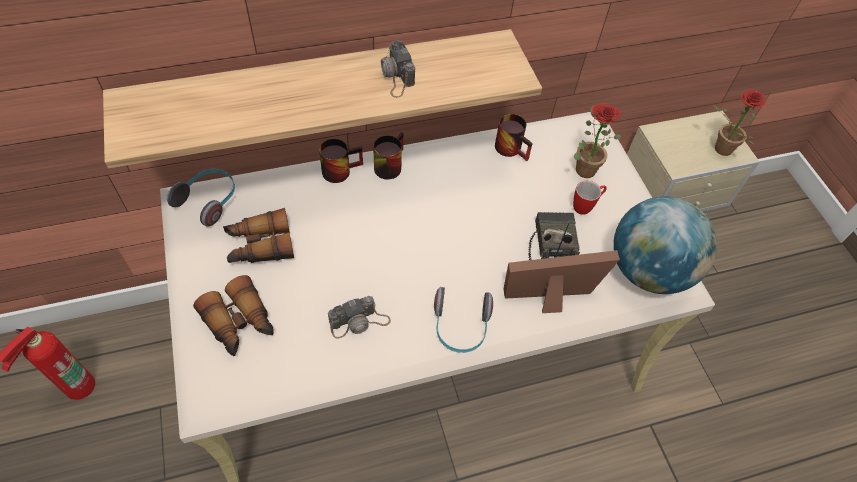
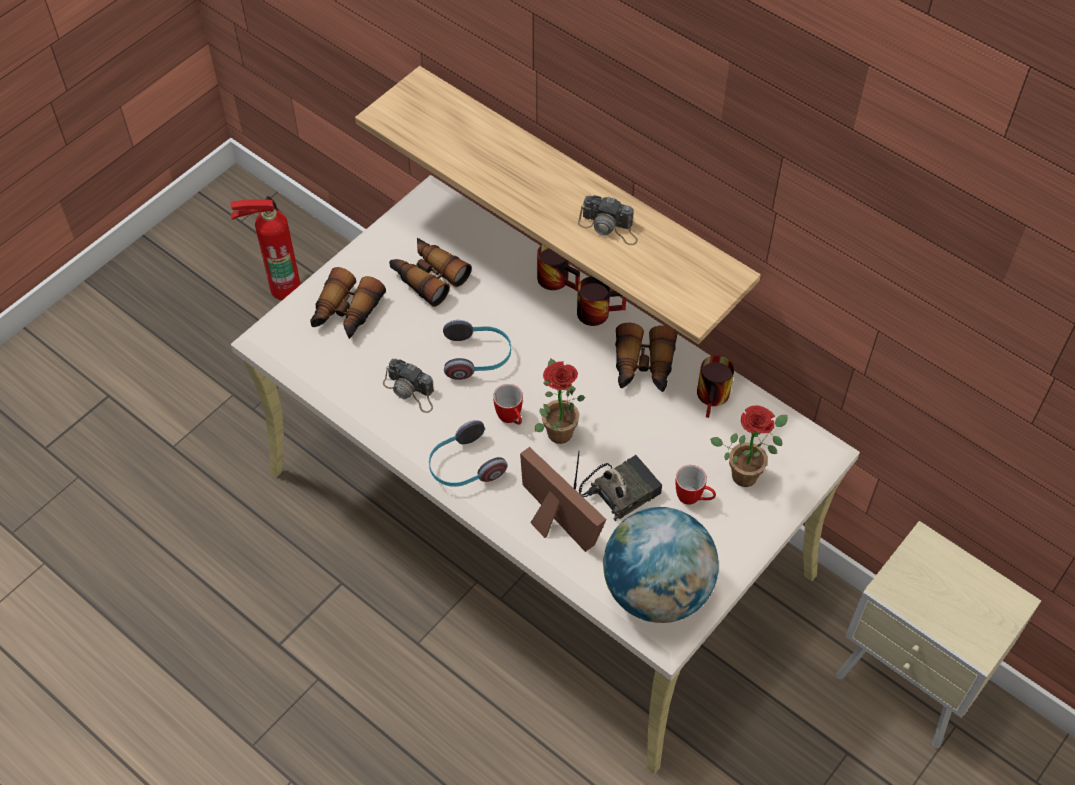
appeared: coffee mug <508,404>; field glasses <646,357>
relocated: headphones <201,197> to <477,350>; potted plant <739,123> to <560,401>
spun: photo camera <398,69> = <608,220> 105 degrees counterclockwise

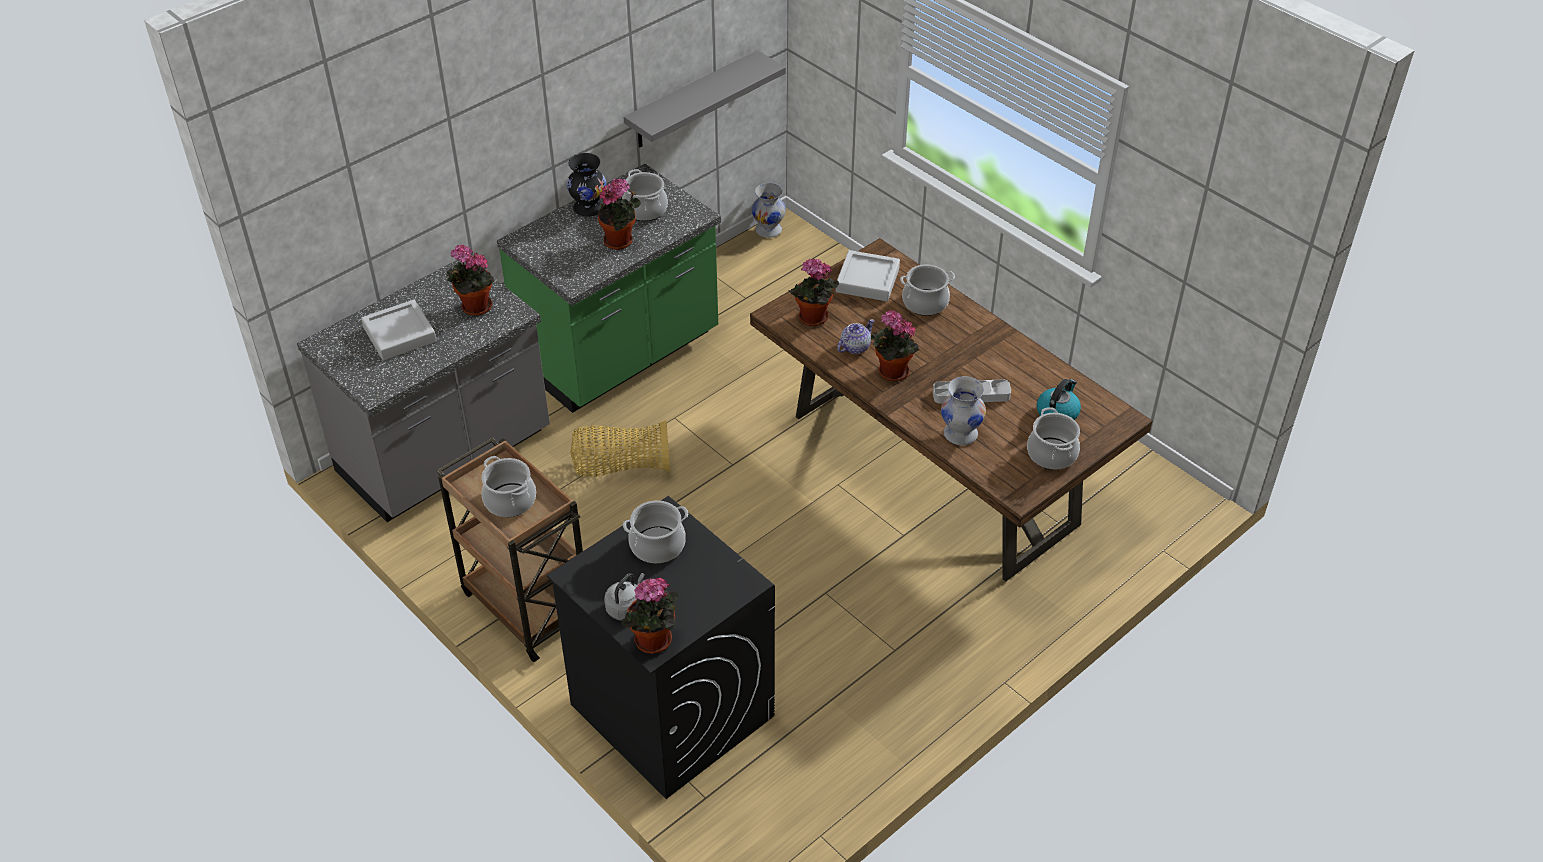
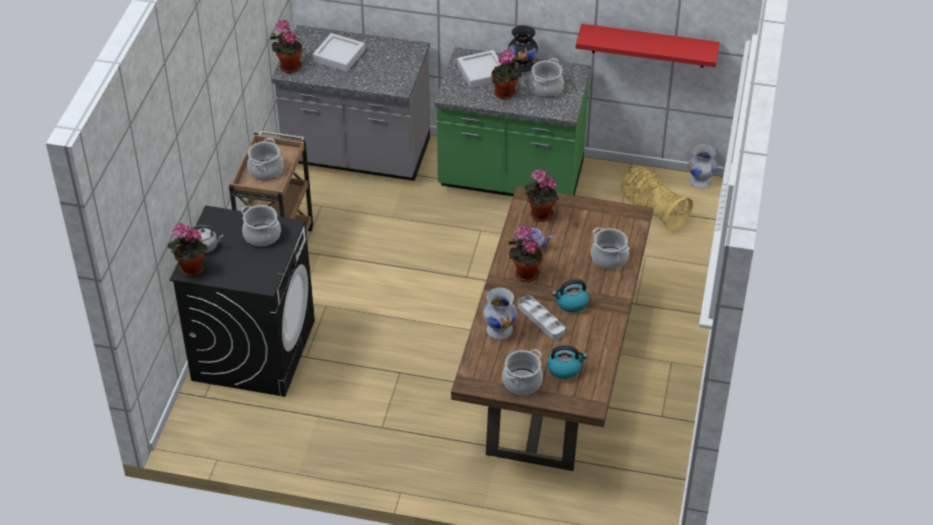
appeared: tea kettle <570,295>
relocated: potted plant <470,280> to <286,46>; household basket <620,448> to <657,198>; serving tray/grey <868,275> to <479,69>
colour: bracket shelf/grey <705,99> to bracket shelf/red <648,46>

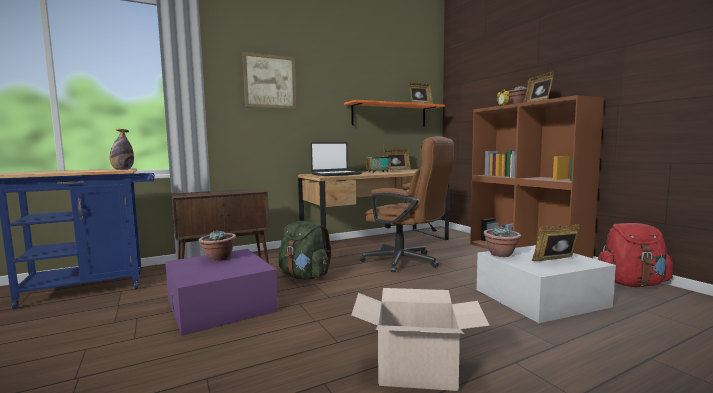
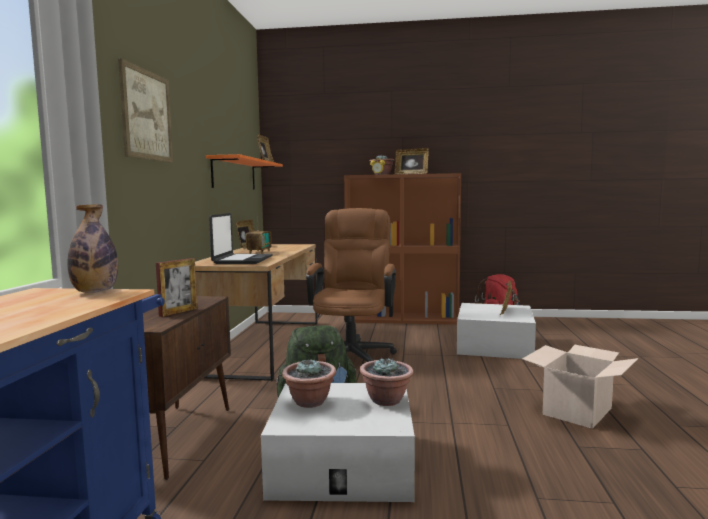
appeared: standing frame <176,287>
relocated: potted plant <502,242> to <387,381>
colour: storage box/purple <221,292> to storage box/white-coloured <338,442>
spun: desk chair/brown <407,204> = <351,285> 60 degrees counterclockwise

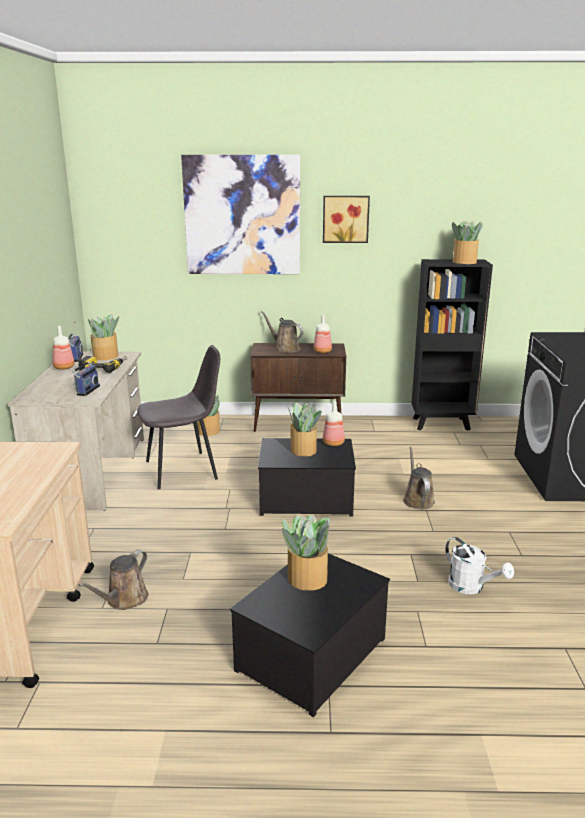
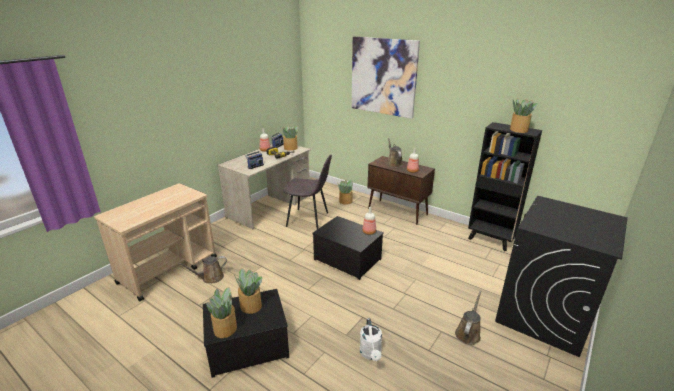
missing: picture <346,219>
relocated: potted plant <305,429> to <221,312>; sprinkling can/brown <419,477> to <468,318>

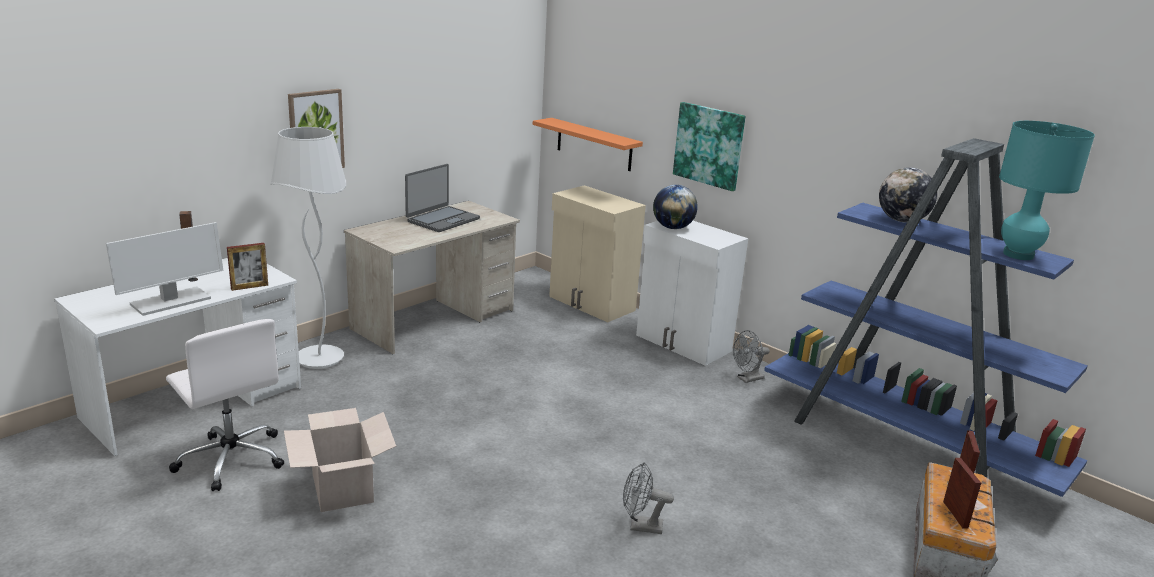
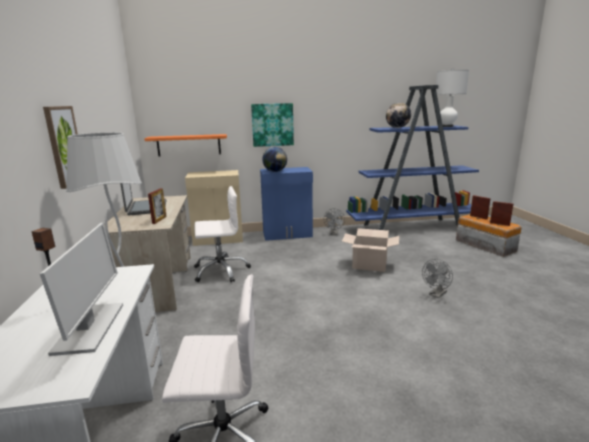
appeared: desk chair/white-coloured <222,234>
relocated: standing frame <247,267> to <157,206>; carton <340,460> to <370,250>
colour: storage cabinet/white-coloured <692,293> to storage cabinet/blue-coloured <286,204>; table lamp/turquoise <1047,190> to table lamp/white-coloured <452,98>

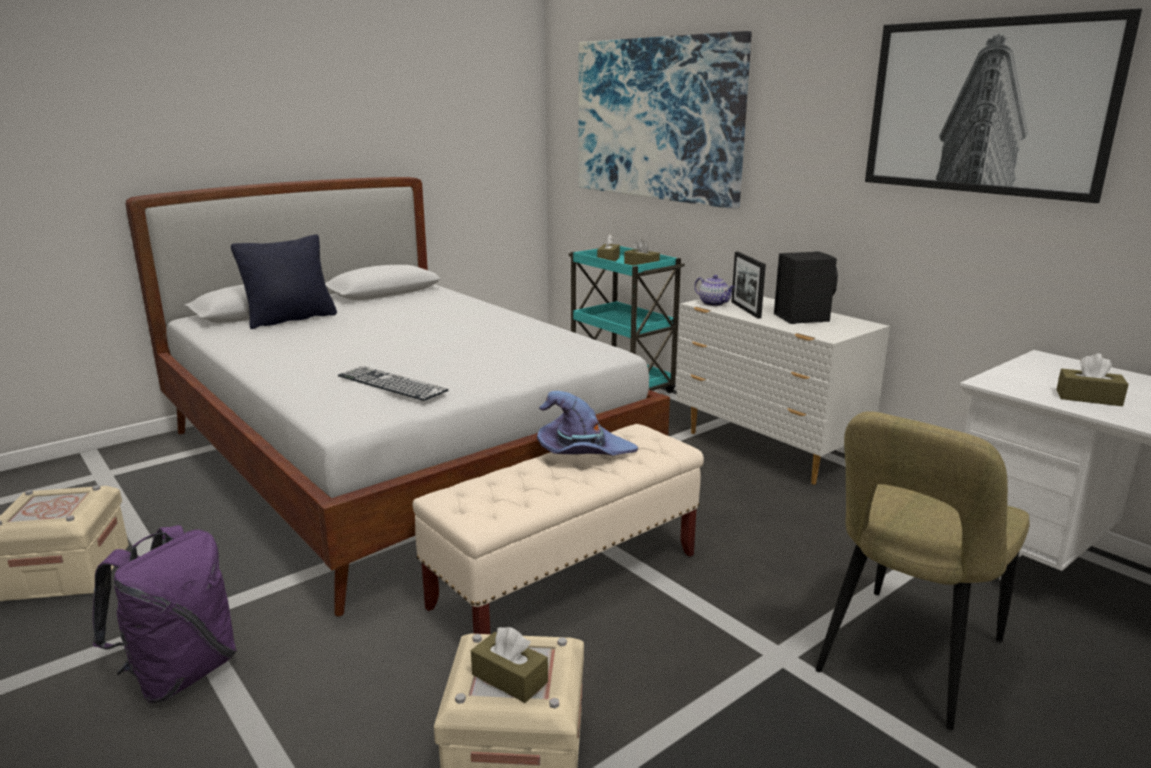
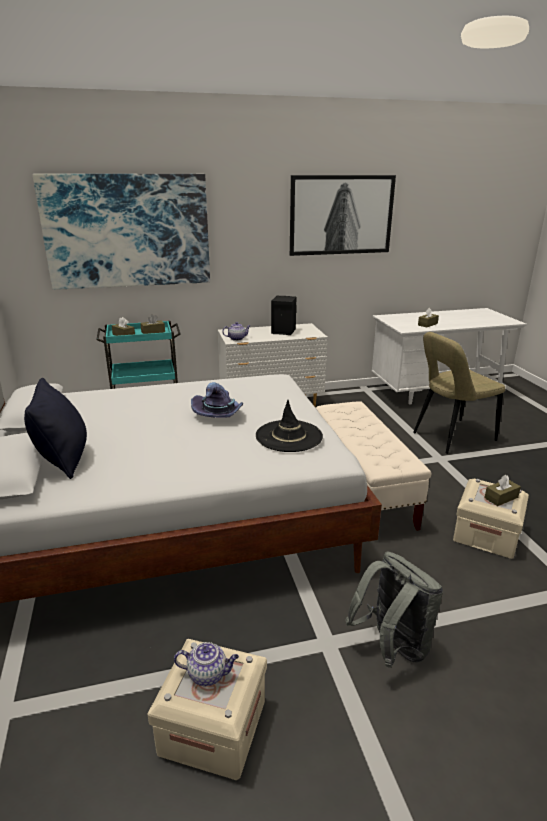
missing: standing frame <748,285>
appeared: tea pot <206,664>
relocated: hat/purple <587,423> to <217,400>
exchanged: PC keyboard <393,383> to hat/black-coloured <289,426>
colour: knapsack/purple <164,614> to knapsack/grey <394,610>
spun: upright chair/beige <922,570> = <459,393> 90 degrees clockwise

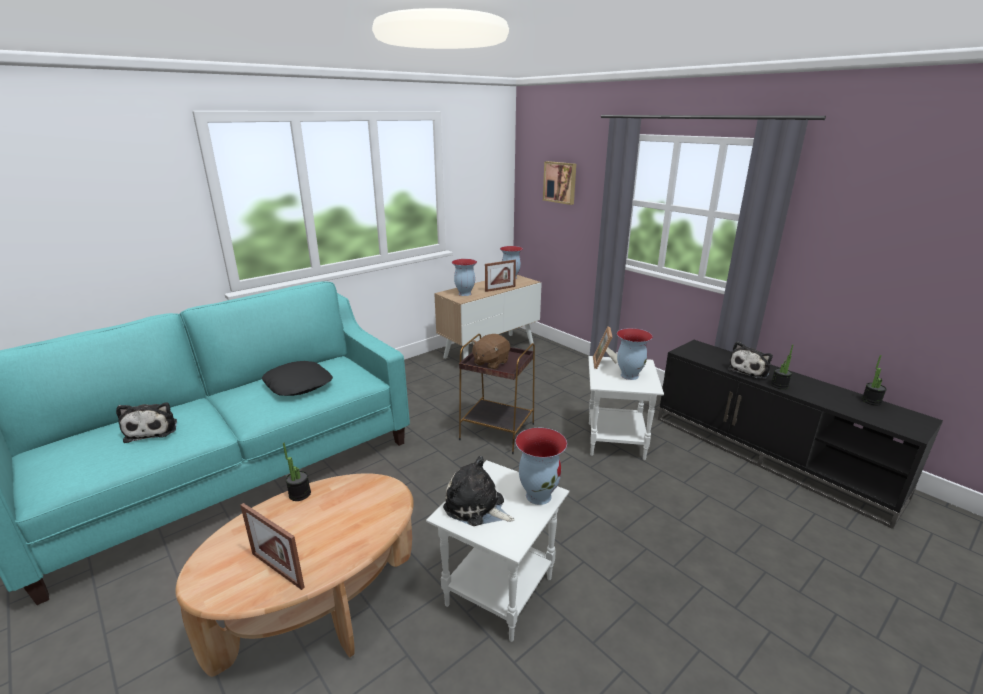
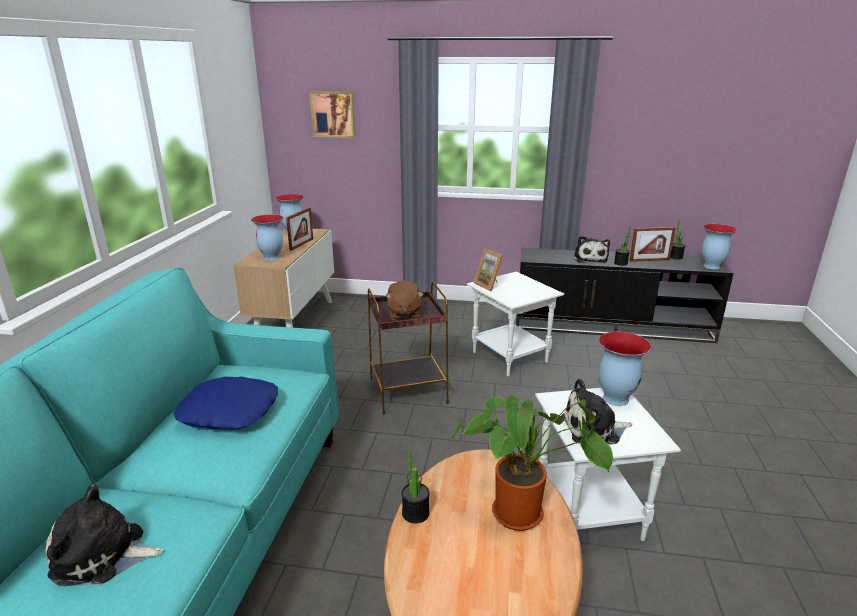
appeared: potted plant <532,461>
relocated: standing frame <272,546> to <653,244>; flower vase <635,354> to <719,246>
colour: pillow/black-coloured <297,378> to pillow/blue-coloured <226,403>
spun: cuddly toy <146,422> = <104,535> 150 degrees clockwise

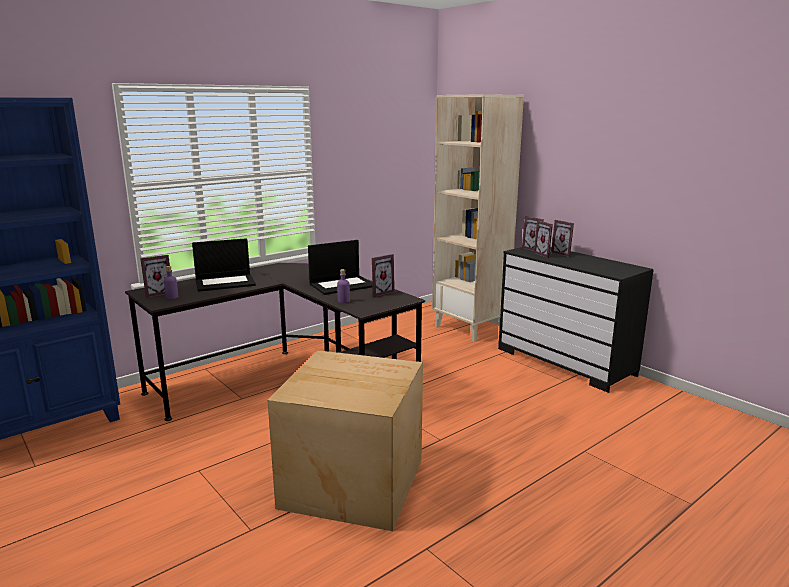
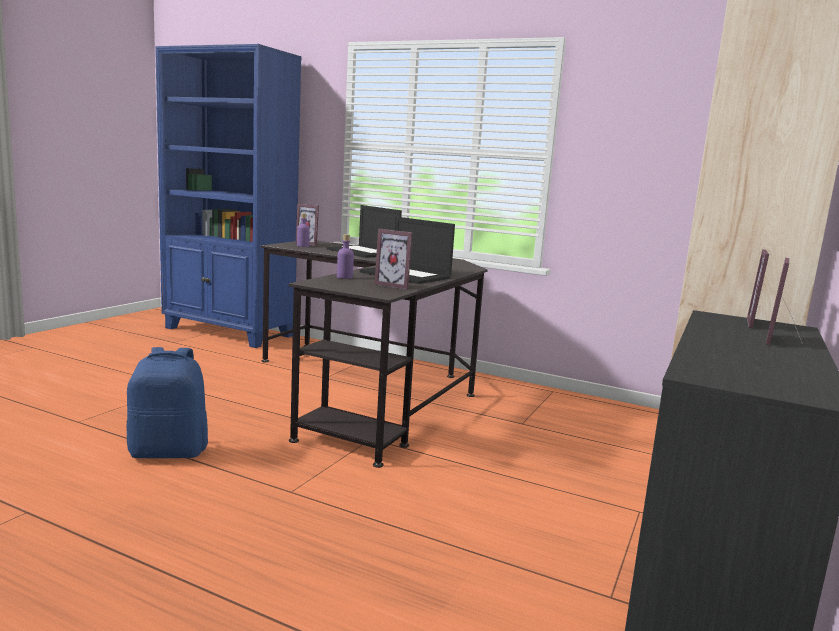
missing: standing frame <543,239>
exchanged: carton <345,440> to knapsack/blue-coloured <167,402>

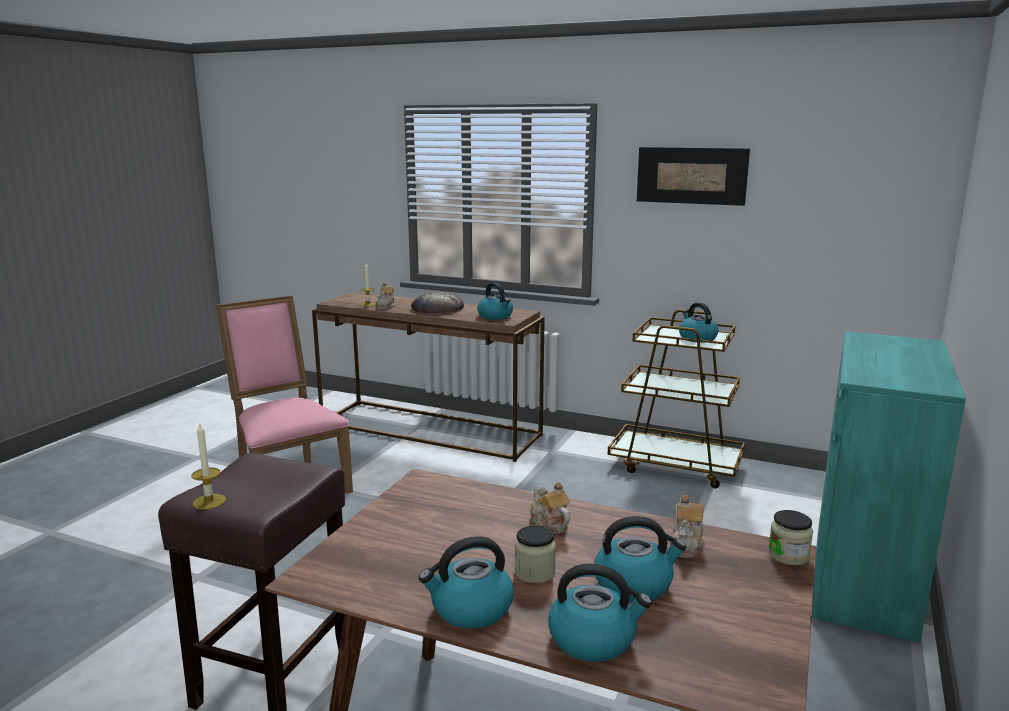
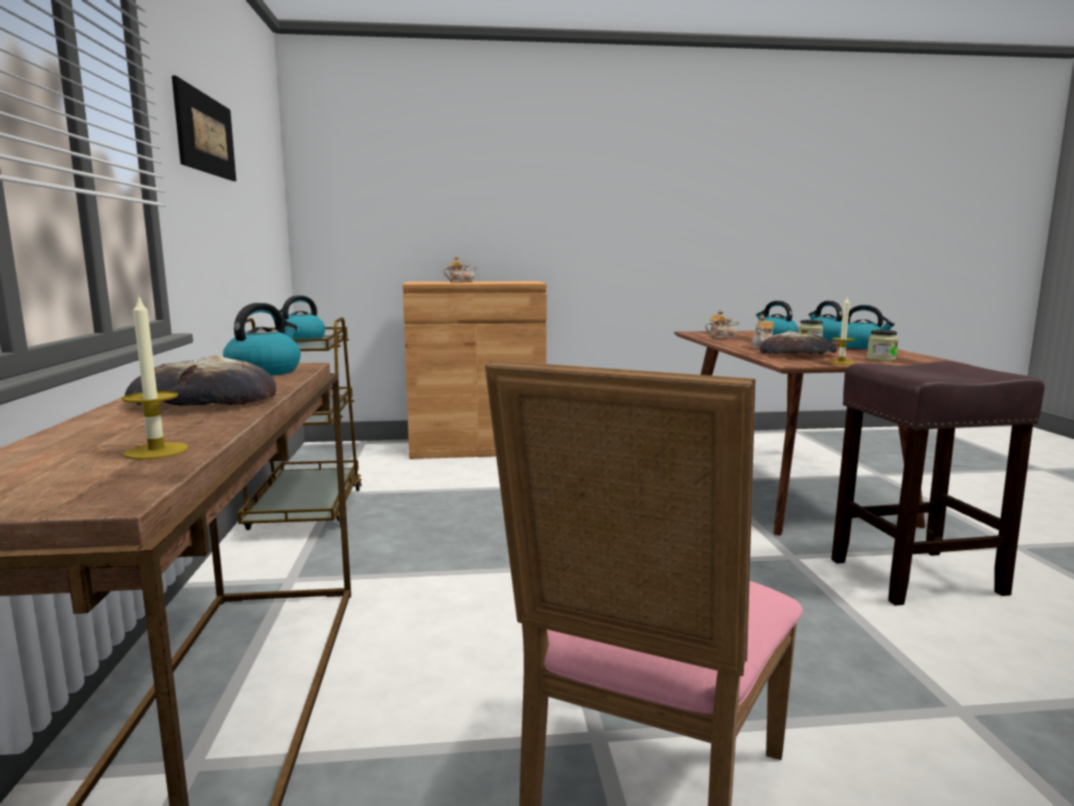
appeared: baked bread <798,343>
relocated: wax light <209,466> to <841,330>; tea pot <386,295> to <460,269>; jar <790,538> to <882,345>
colour: storage cabinet/turquoise <889,487> to storage cabinet/brown <474,370>

